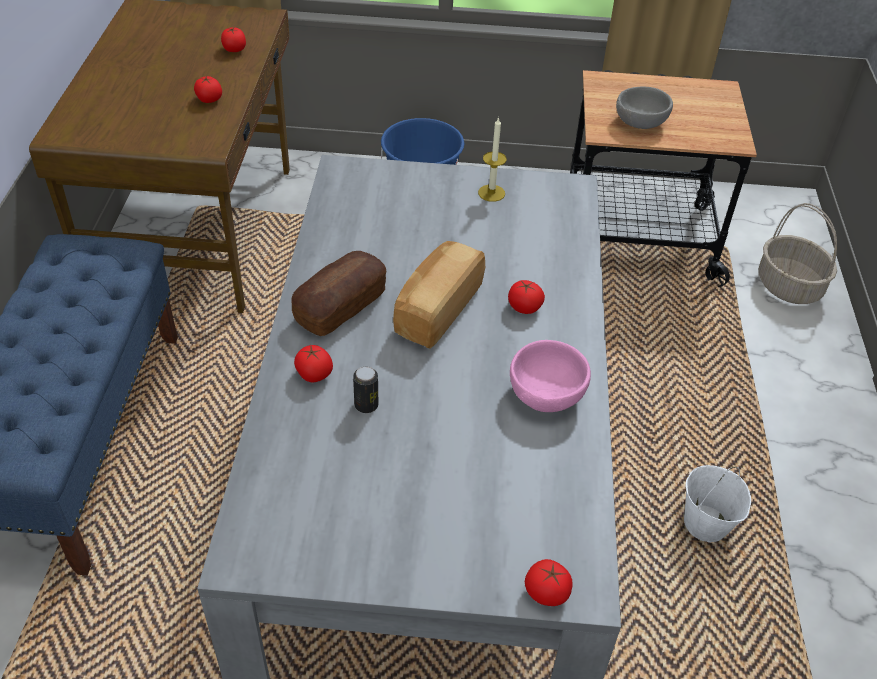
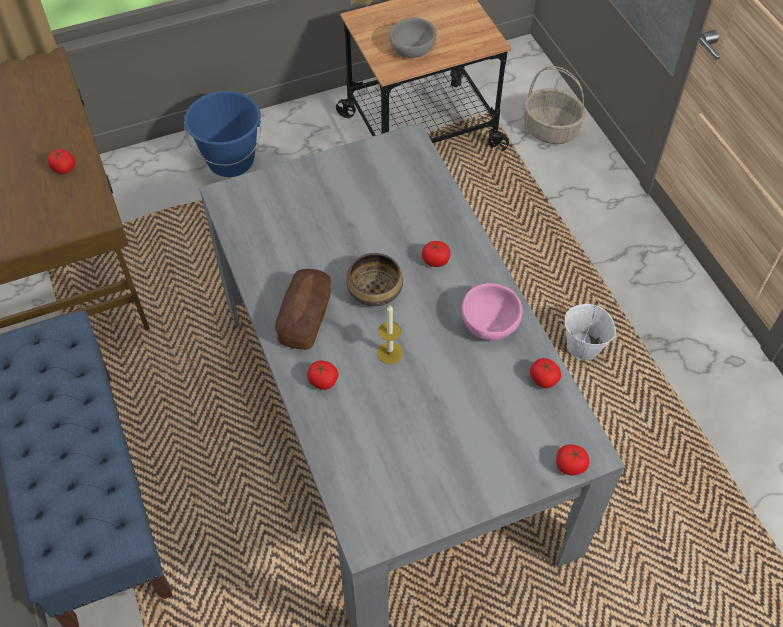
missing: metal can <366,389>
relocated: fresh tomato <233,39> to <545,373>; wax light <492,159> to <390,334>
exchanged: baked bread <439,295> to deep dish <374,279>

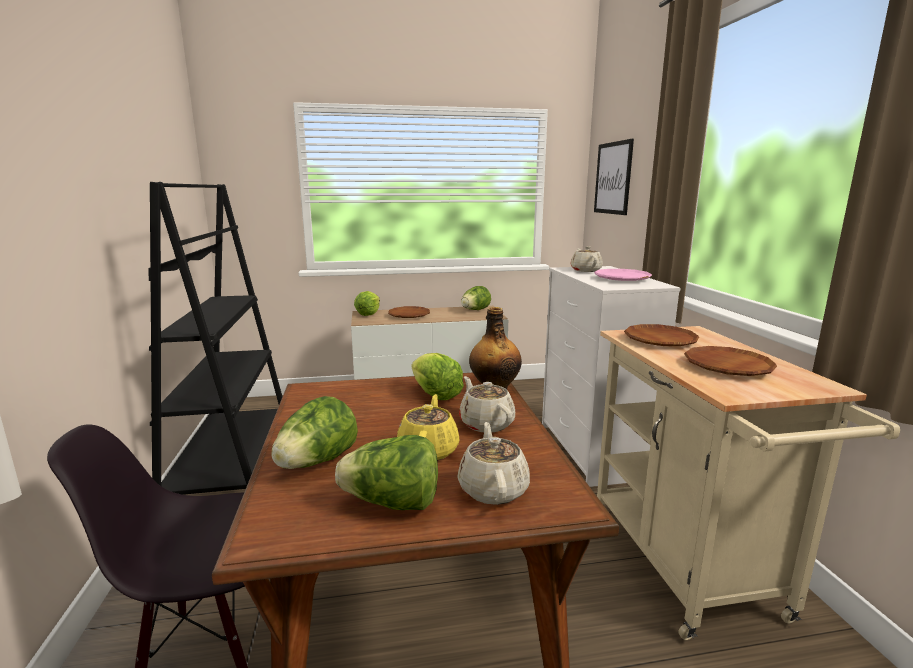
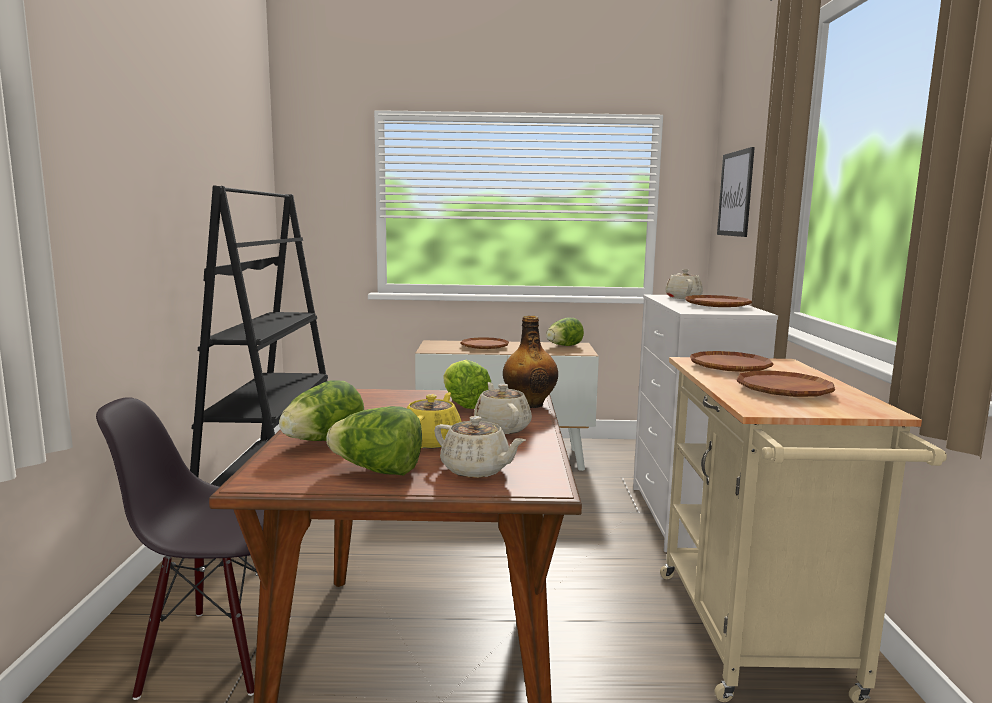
missing: lettuce head <367,303>
colour: plate/pinkish <623,275> to plate/brown <718,301>
spun: tea pot/beige <493,463> = <480,447> 120 degrees clockwise

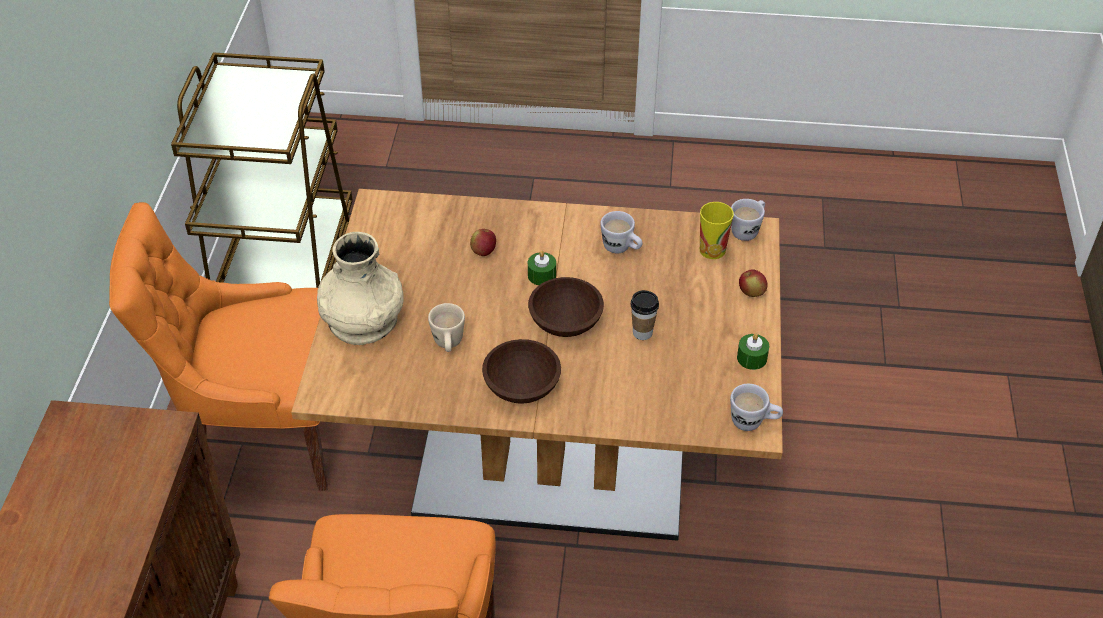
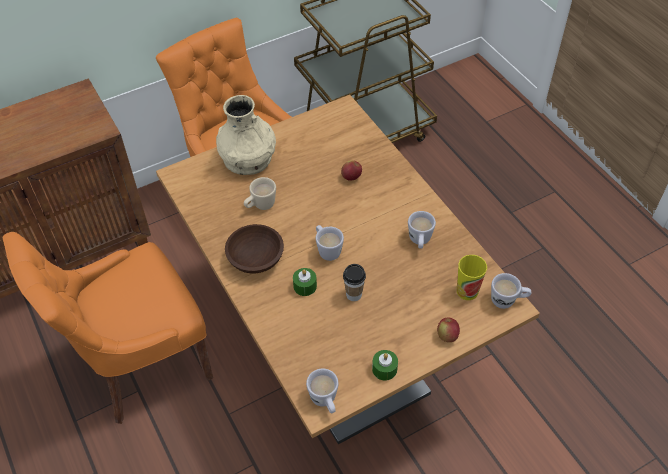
relocated: wax light/green-coloured <542,268> to <305,282>
exchanged: deep dish/brown <566,307> to coffee mug/white-coloured <330,243>

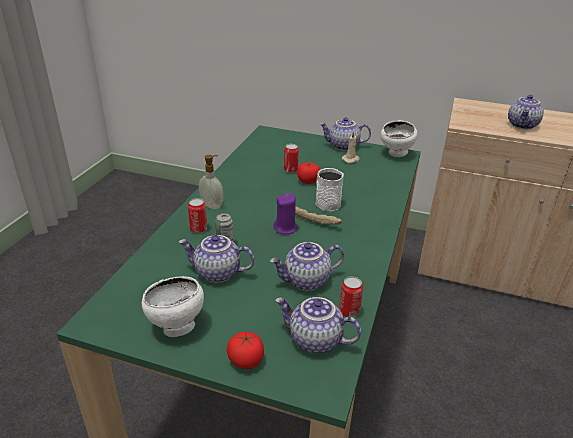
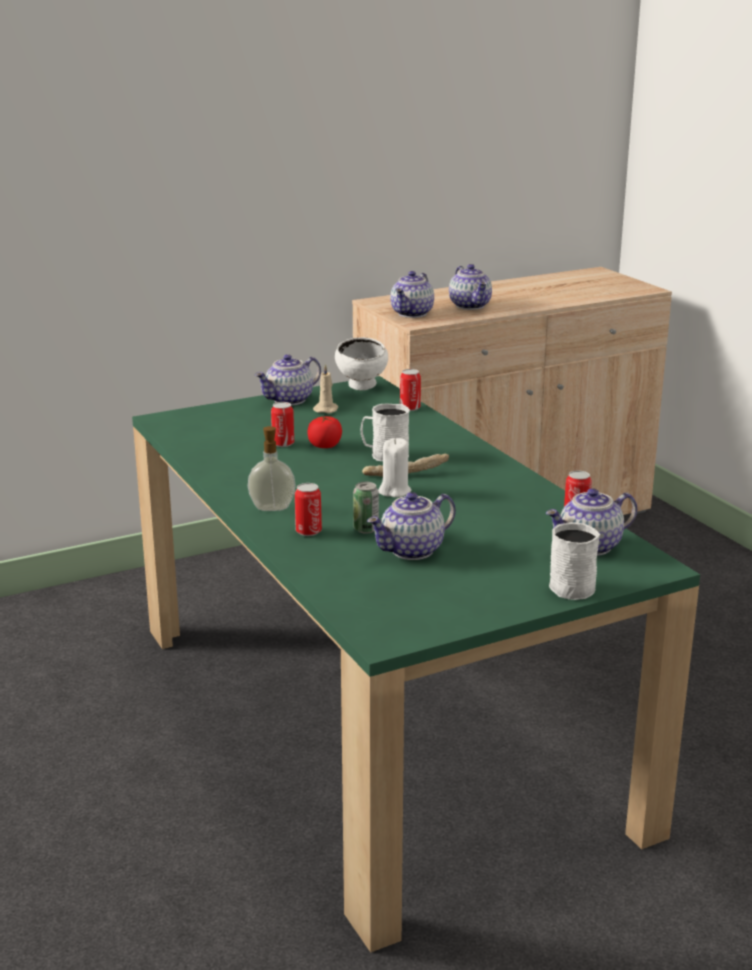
missing: deep dish/white-coloured <173,306>
appeared: metal can <410,390>
relocated: tea pot <307,266> to <412,294>
exchanged: fresh tomato <245,350> to coffee mug/white-coloured <574,561>
colour: wax light/purple <286,214> to wax light/white-coloured <395,467>

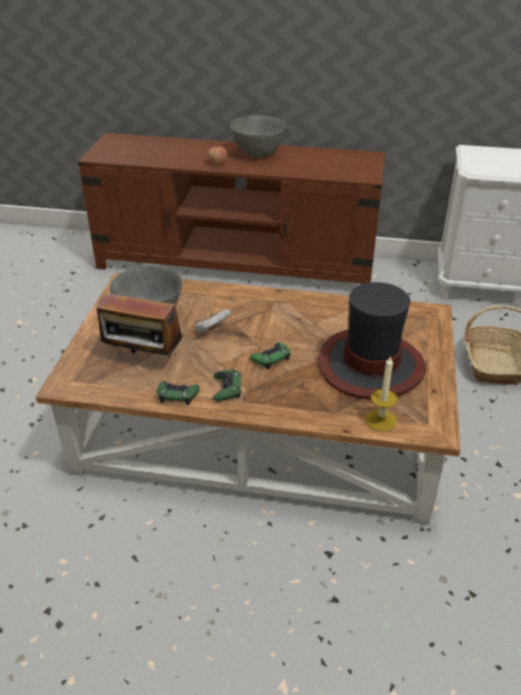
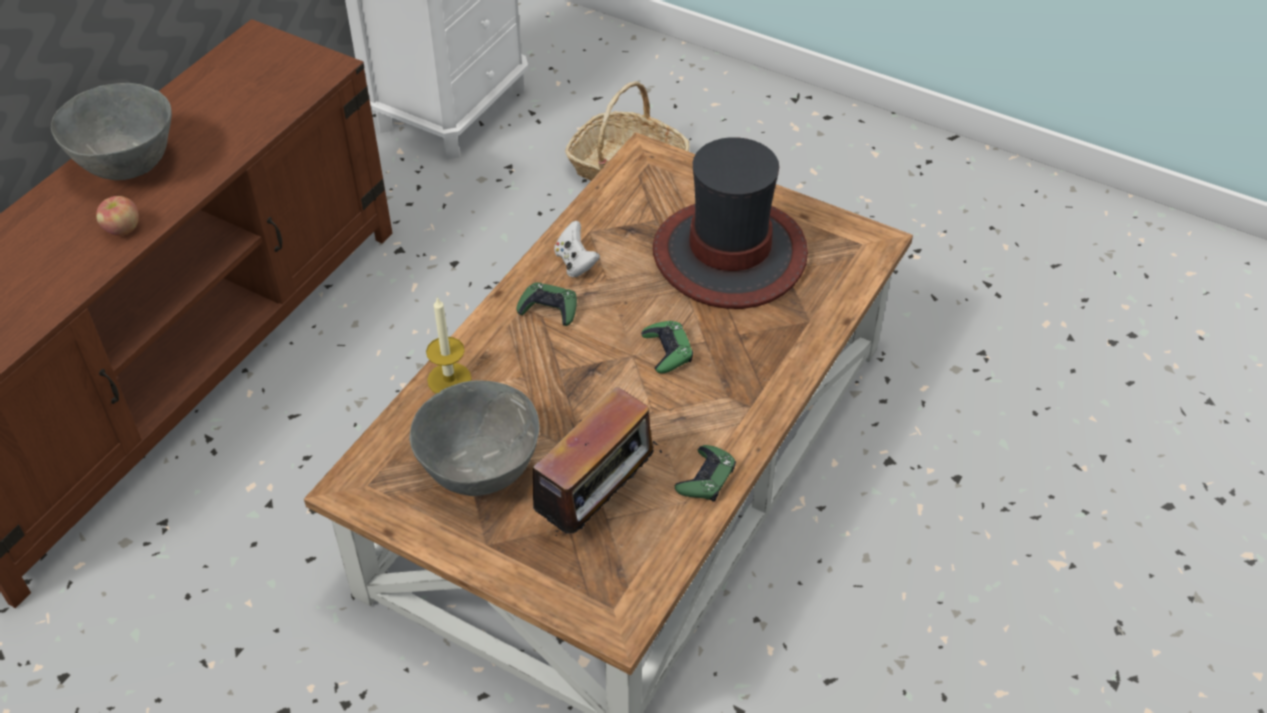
relocated: joypad/white-coloured <213,321> to <577,249>; joypad/green-coloured <227,385> to <546,304>; wax light <382,393> to <449,345>

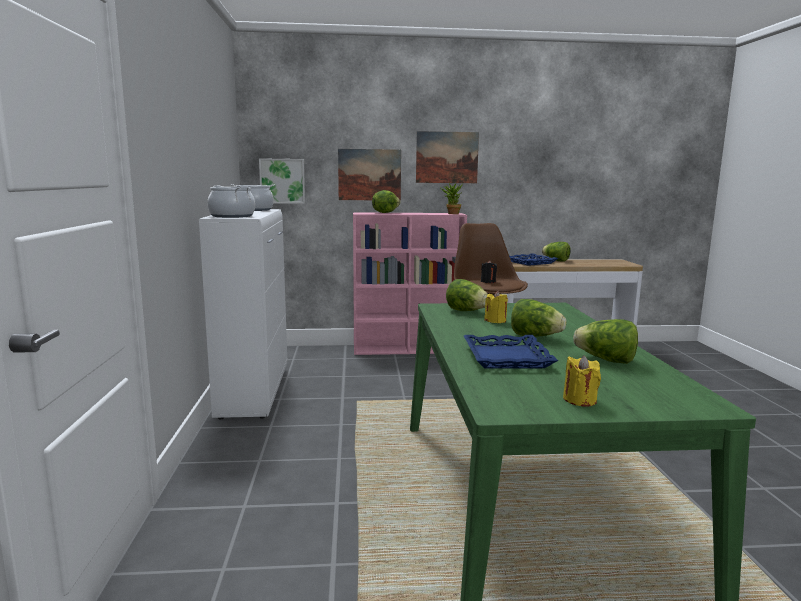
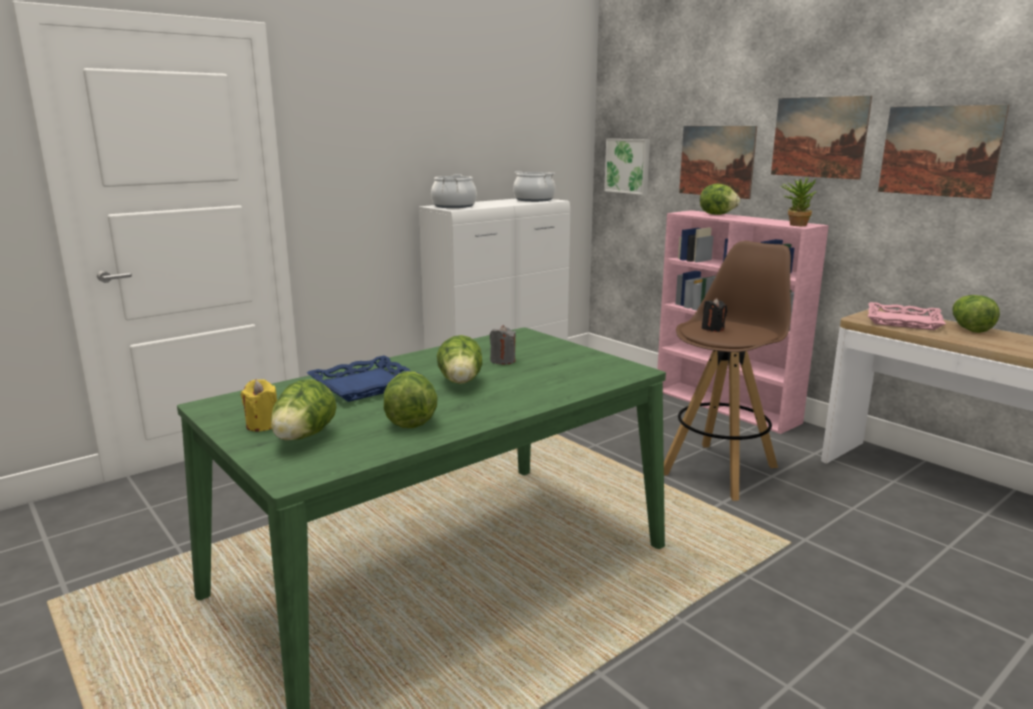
appeared: picture <943,152>
relocated: lettuce head <467,295> to <304,409>
colour: wax light/yellow-coloured <496,307> to wax light/grey <503,345>; serving tray/blue-coloured <533,260> to serving tray/pinkish <907,316>

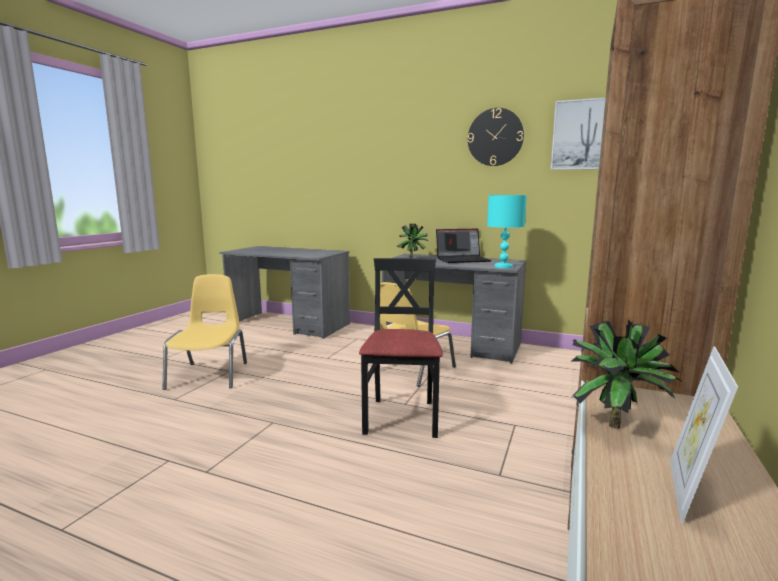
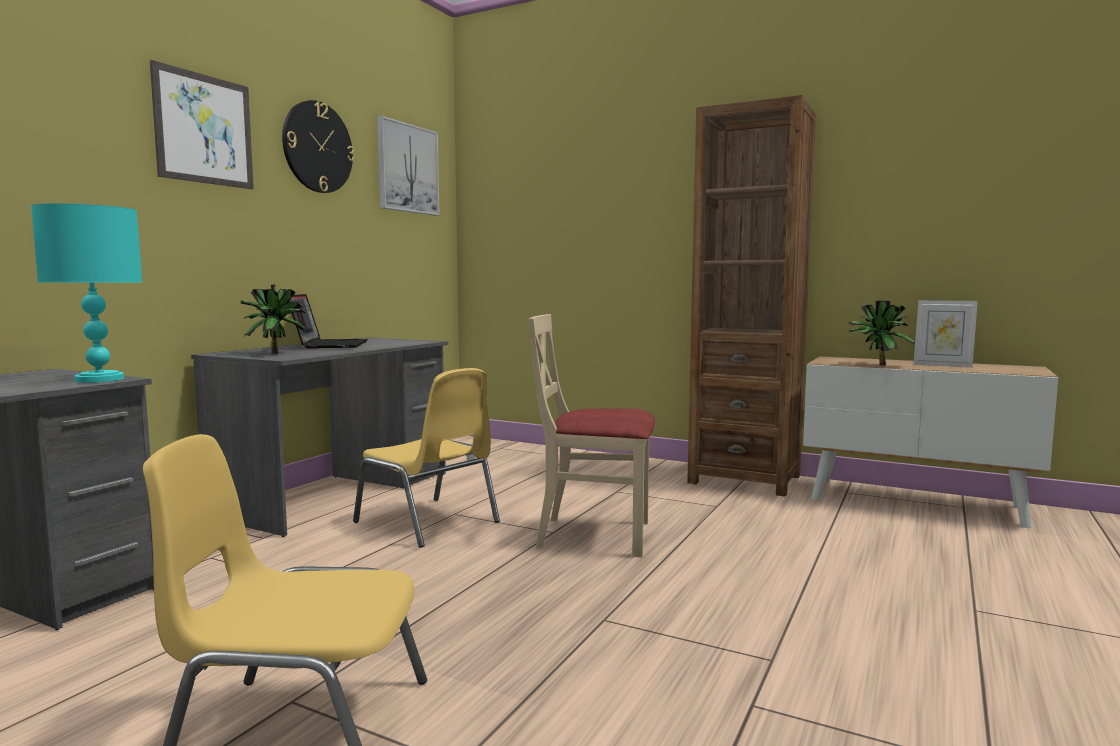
appeared: picture <202,124>
relocated: table lamp/turquoise <507,231> to <86,293>
colour: upright chair/black-coloured <401,348> to upright chair/beige <591,436>

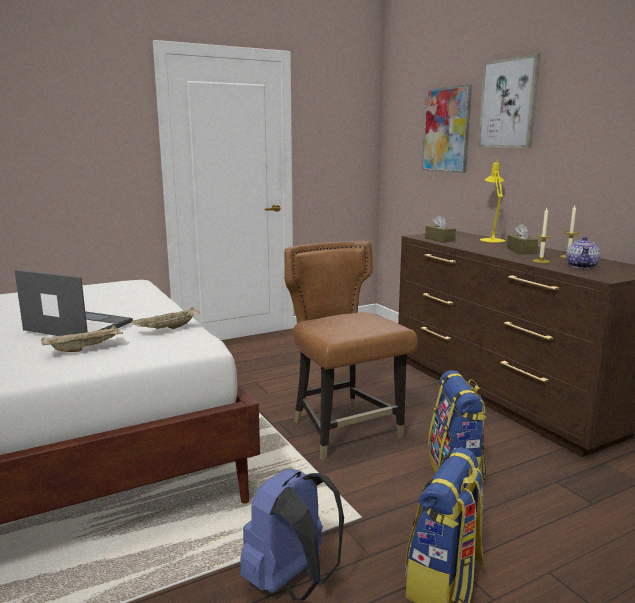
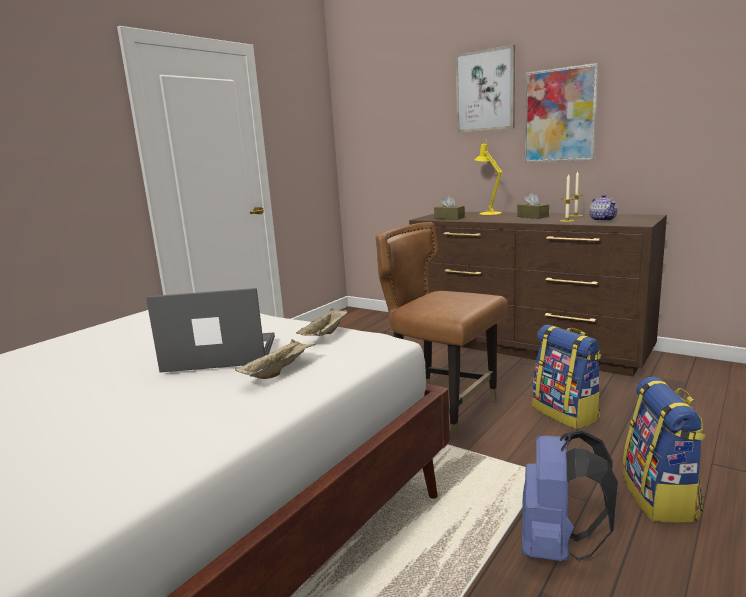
relocated: picture <447,128> to <561,112>

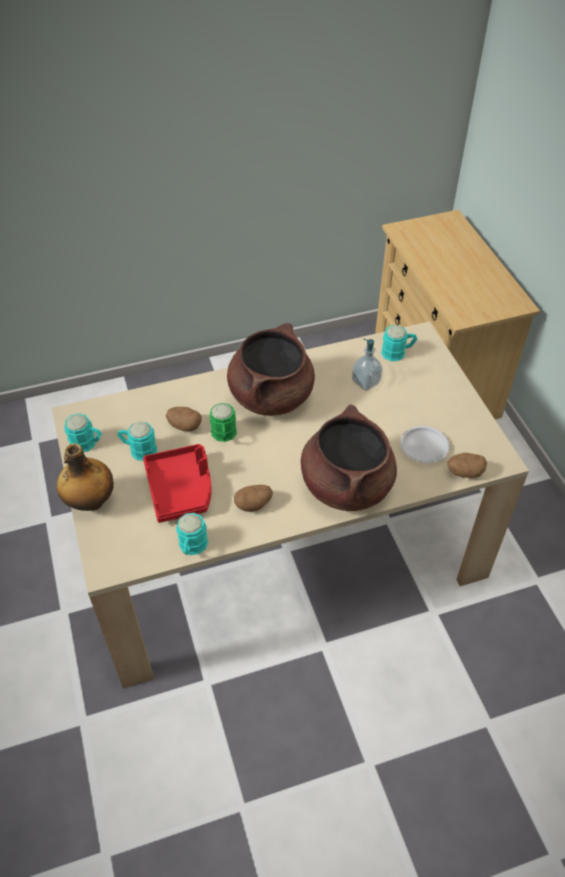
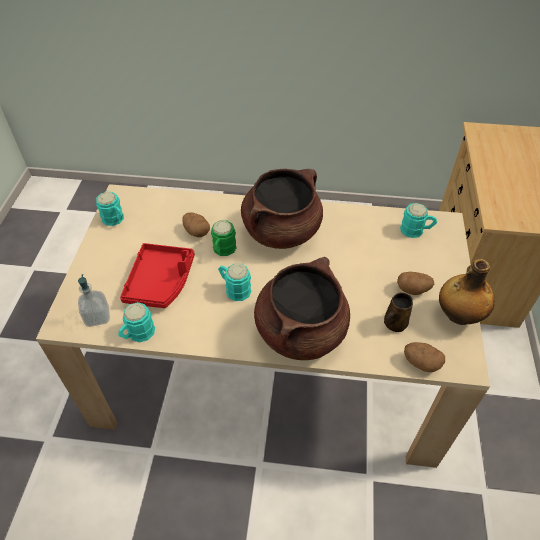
relocated: drink bottle <85,477> to <467,292>; coffee mug/turquoise <137,441> to <234,282>; whole potato <253,498> to <415,283>; soap dispenser <367,365> to <94,300>
exchanged: plate/white-coloured <424,444> to coffee mug/brown <398,312>

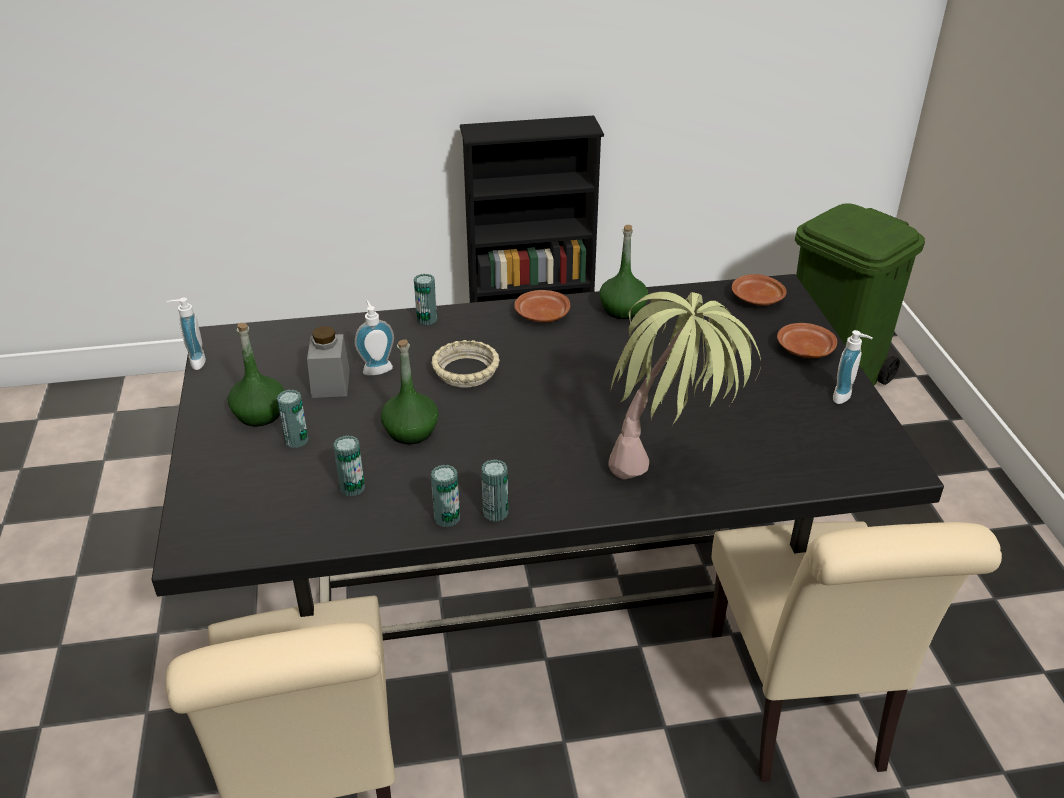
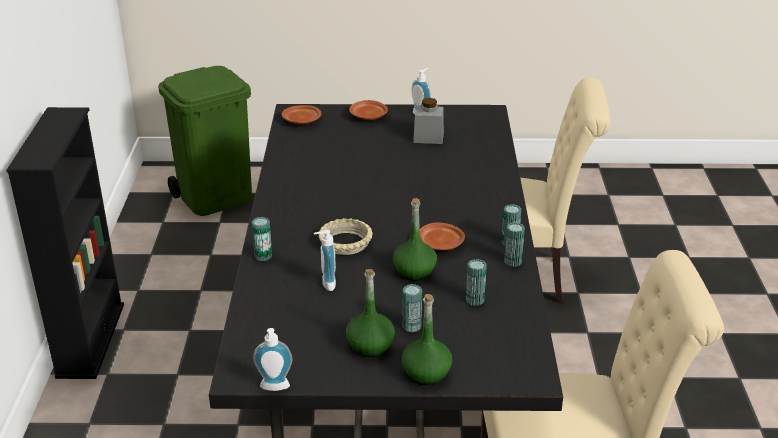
missing: potted plant <685,385>
relocated: jar/grey <328,362> to <428,121>; plate/brown <542,306> to <442,236>; drink bottle/green-coloured <623,272> to <427,339>

